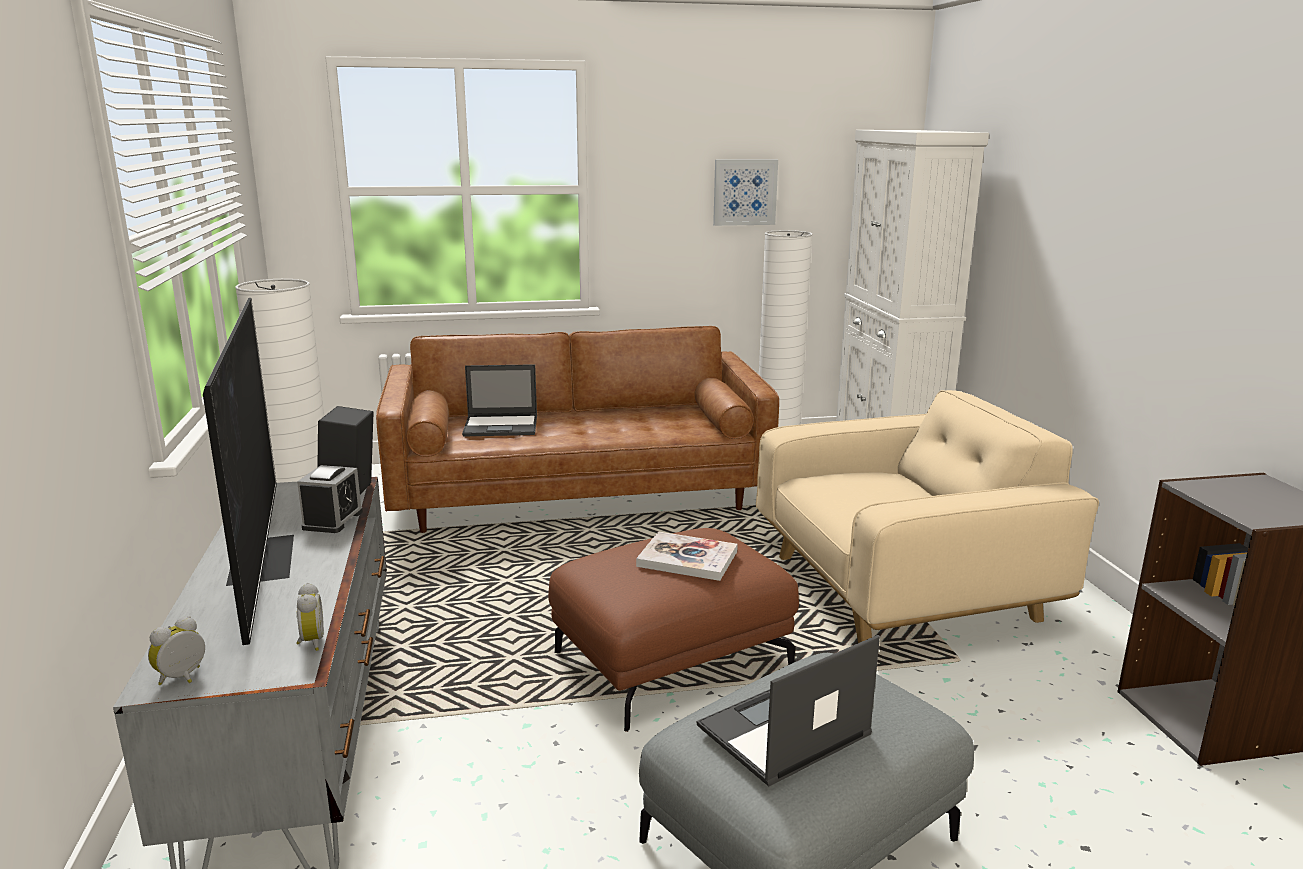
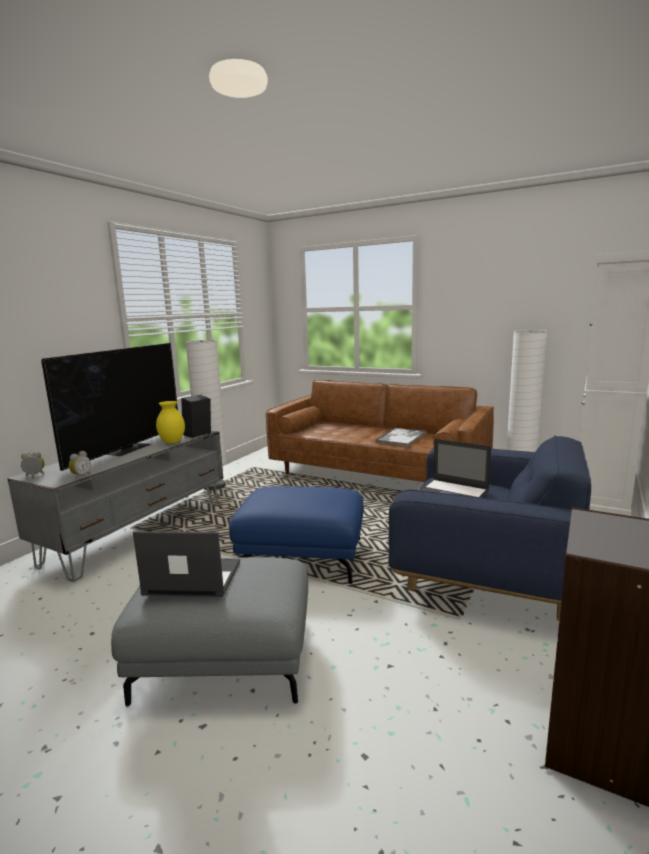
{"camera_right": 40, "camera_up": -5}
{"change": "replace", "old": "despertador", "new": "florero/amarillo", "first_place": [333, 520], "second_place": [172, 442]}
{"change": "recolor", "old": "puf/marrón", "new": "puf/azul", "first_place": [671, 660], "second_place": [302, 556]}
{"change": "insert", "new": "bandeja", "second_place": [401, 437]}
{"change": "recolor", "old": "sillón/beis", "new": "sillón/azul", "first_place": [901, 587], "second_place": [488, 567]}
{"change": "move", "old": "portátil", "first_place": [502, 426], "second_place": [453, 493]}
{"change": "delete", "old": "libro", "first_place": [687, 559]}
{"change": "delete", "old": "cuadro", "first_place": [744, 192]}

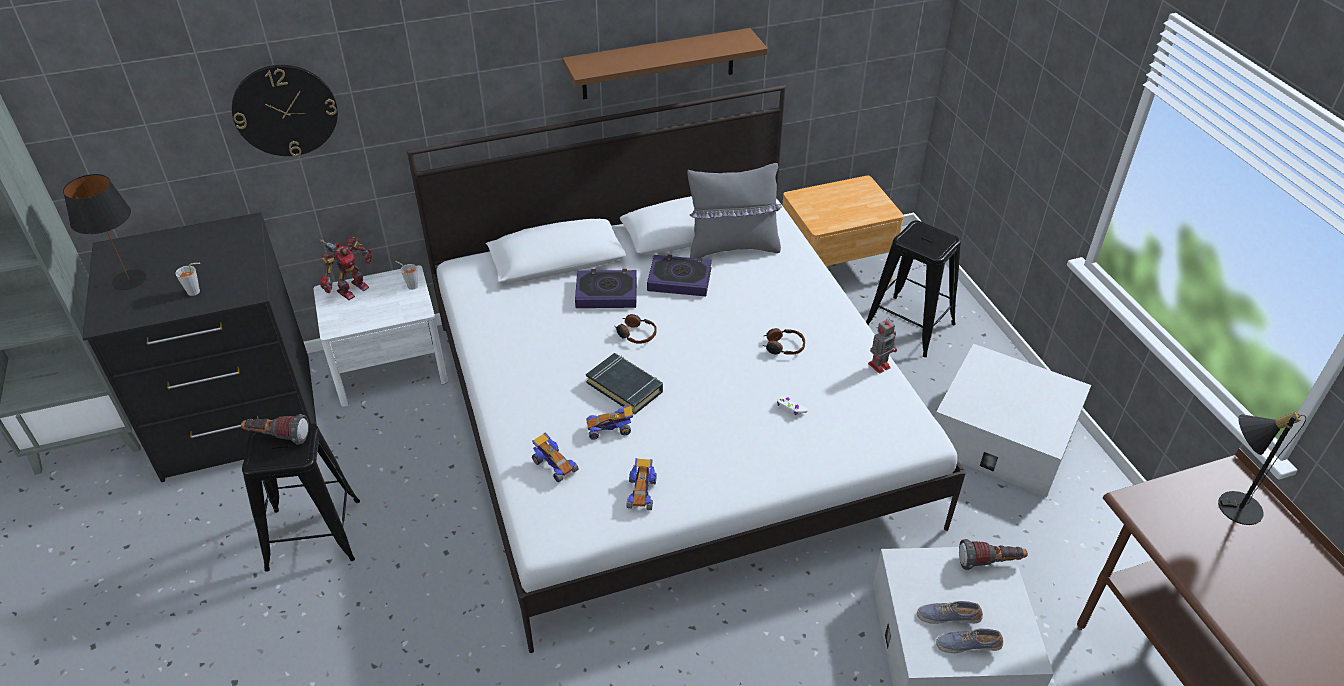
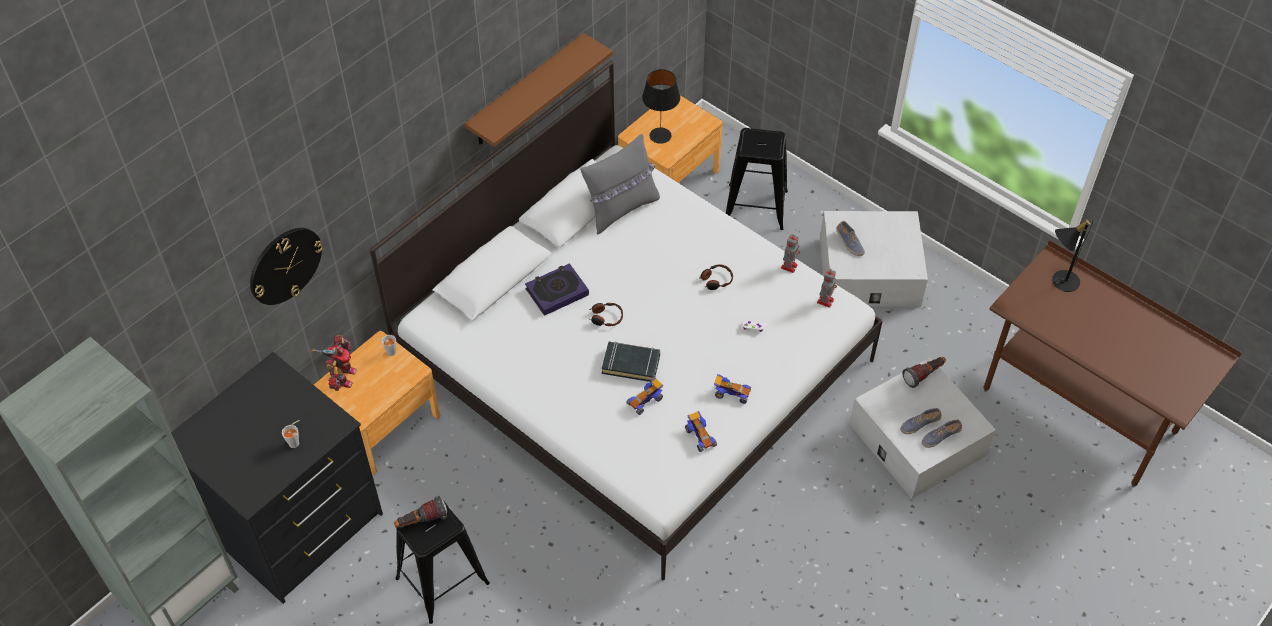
{"camera_right": -30, "camera_up": 10}
{"change": "recolor", "old": "mesita de noche/blanco", "new": "mesita de noche/marrón", "first_place": [390, 367], "second_place": [382, 424]}
{"change": "move", "old": "lámpara de mesa/negro", "first_place": [130, 280], "second_place": [660, 135]}
{"change": "move", "old": "coche de juguete", "first_place": [554, 465], "second_place": [731, 393]}
{"change": "insert", "new": "robot de juguete", "second_place": [825, 300]}
{"change": "insert", "new": "zapato", "second_place": [849, 243]}
{"change": "delete", "old": "libro", "first_place": [679, 279]}

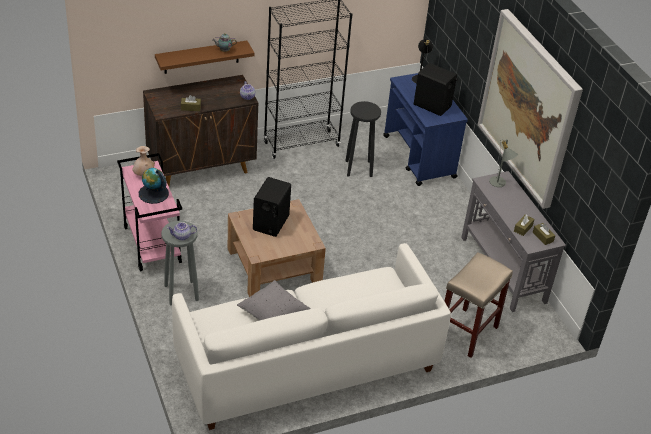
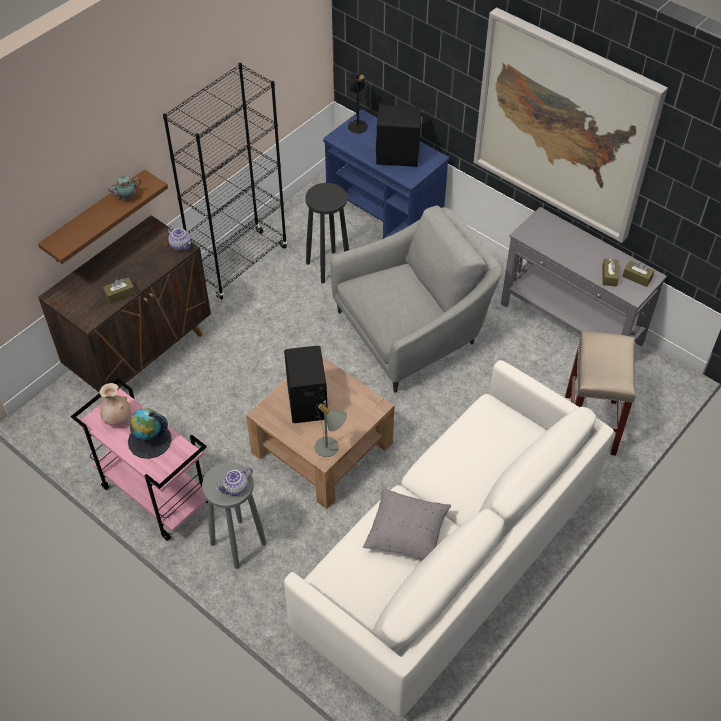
{"camera_right": -25, "camera_up": 10}
{"change": "move", "old": "lámpara de mesa/gris", "first_place": [499, 184], "second_place": [330, 449]}
{"change": "insert", "new": "sillón/gris", "second_place": [413, 331]}

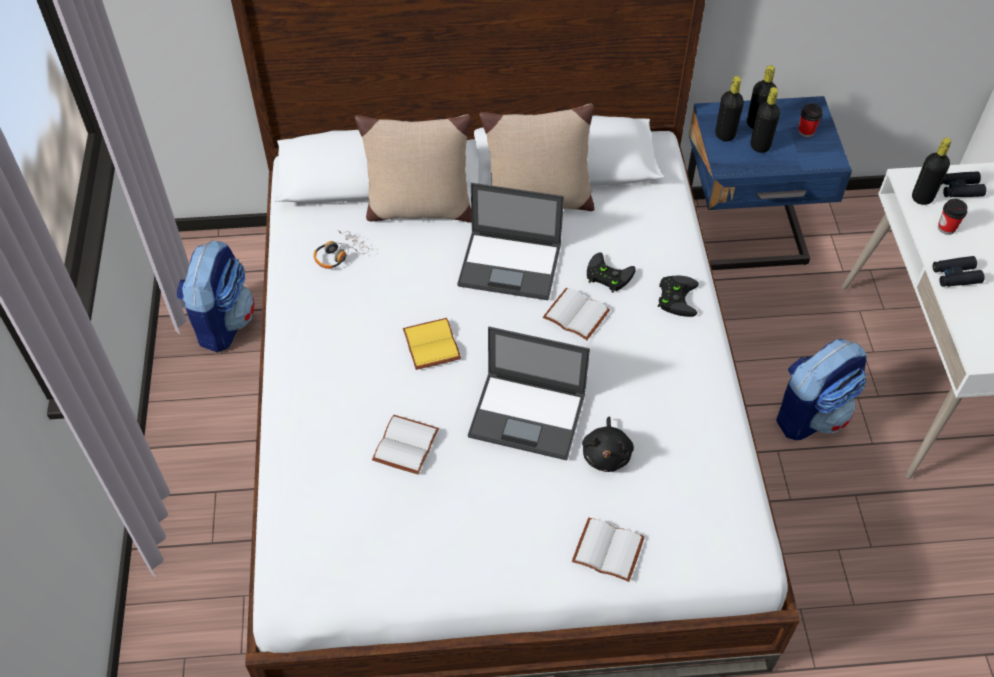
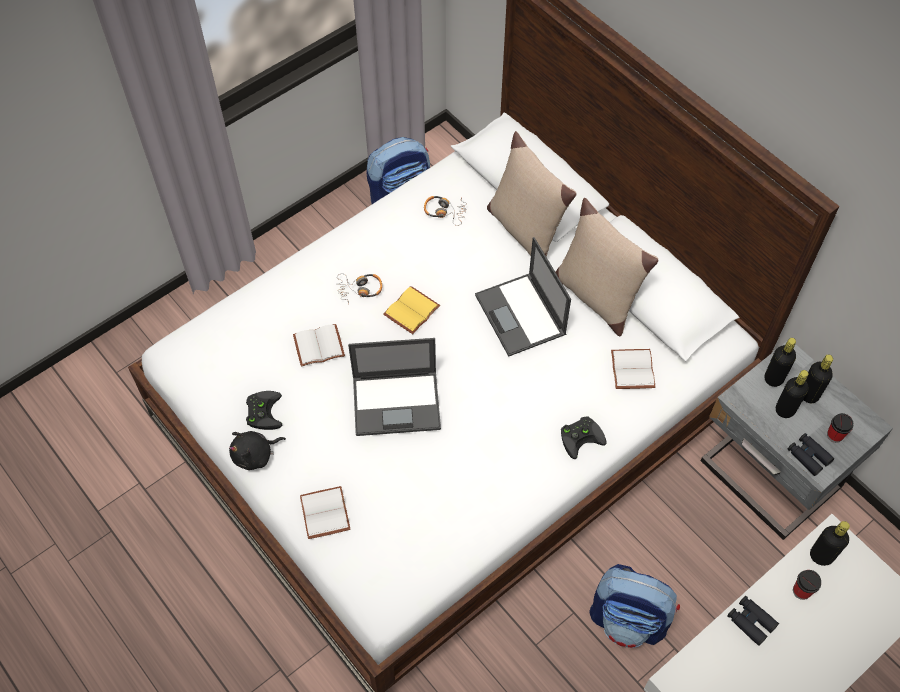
{"camera_right": 55, "camera_up": 5}
{"change": "move", "old": "peluche/negro", "first_place": [606, 454], "second_place": [255, 455]}
{"change": "move", "old": "mando de consola/negro", "first_place": [606, 275], "second_place": [262, 411]}
{"change": "insert", "new": "auriculares", "second_place": [360, 290]}
{"change": "rotate", "old": "portátil", "first_place": [529, 415], "second_place": [397, 403], "degrees": -75}
{"change": "move", "old": "libro/blanco", "first_place": [574, 315], "second_place": [631, 369]}
{"change": "recolor", "old": "mesita de noche/azul", "new": "mesita de noche/gris", "first_place": [745, 239], "second_place": [767, 478]}
{"change": "move", "old": "prismáticos/negro", "first_place": [959, 189], "second_place": [808, 456]}

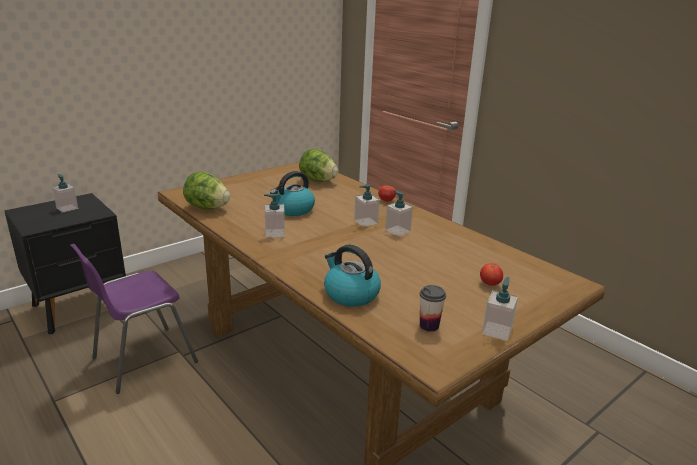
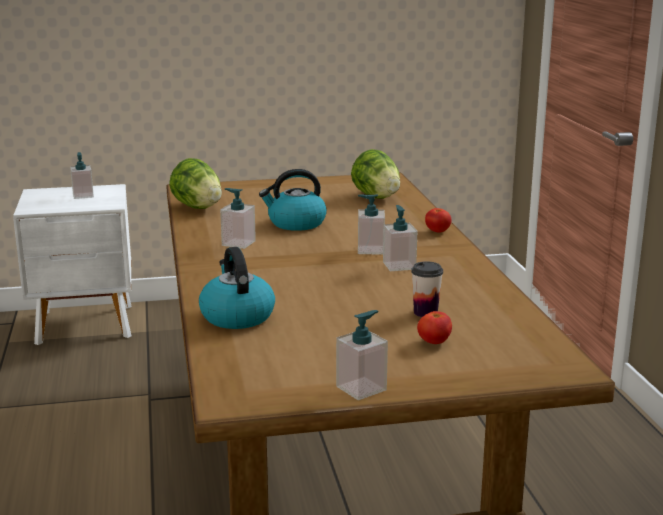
{"camera_right": 30, "camera_up": -5}
{"change": "recolor", "old": "mesita de noche/negro", "new": "mesita de noche/blanco", "first_place": [81, 307], "second_place": [86, 325]}
{"change": "move", "old": "taza", "first_place": [429, 325], "second_place": [425, 312]}
{"change": "delete", "old": "silla/morado", "first_place": [142, 360]}

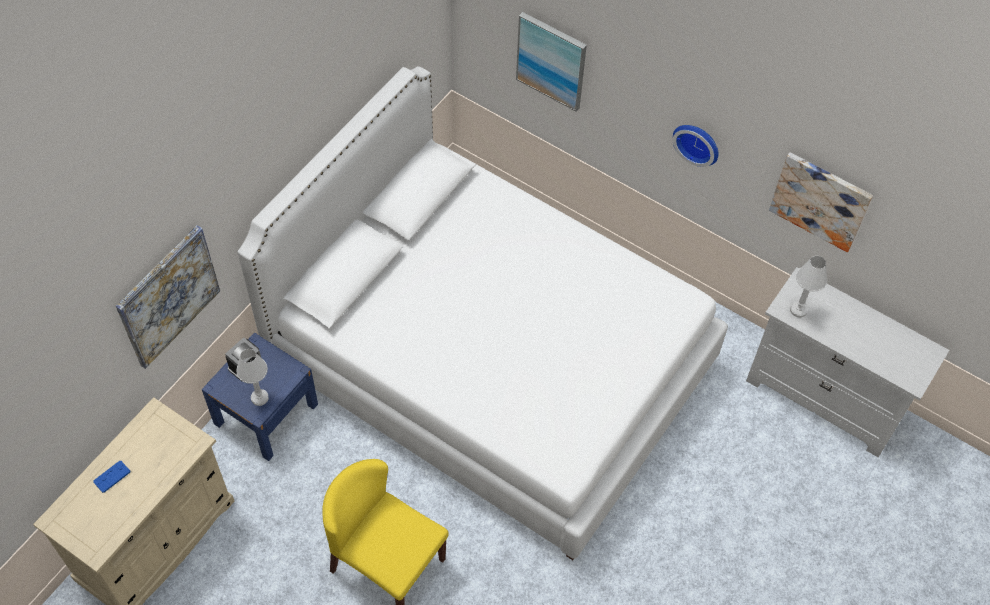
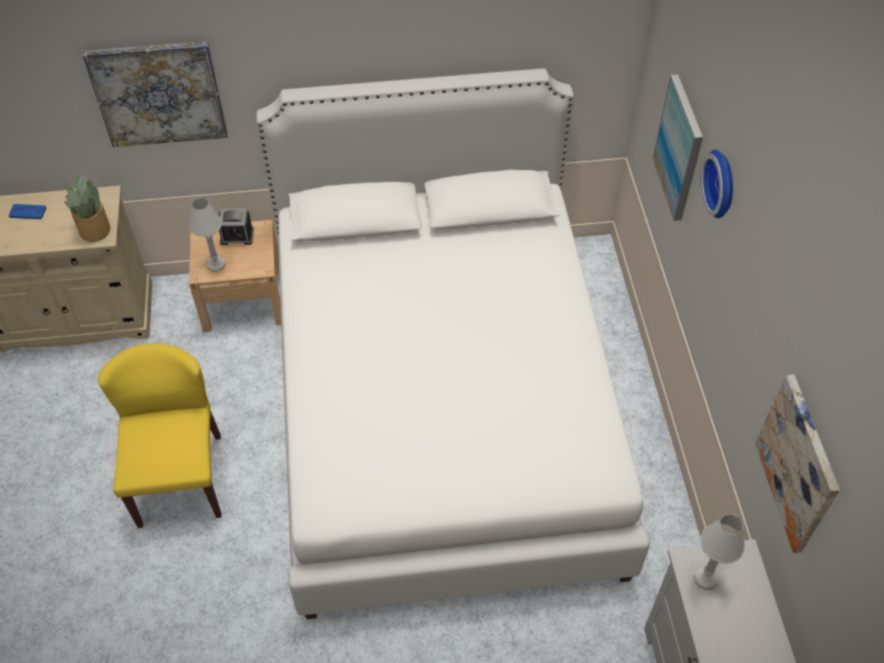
{"camera_right": 50, "camera_up": -5}
{"change": "insert", "new": "planta en maceta", "second_place": [95, 229]}
{"change": "recolor", "old": "mesita de noche/azul", "new": "mesita de noche/beis", "first_place": [266, 414], "second_place": [243, 300]}
{"change": "move", "old": "reloj de pared", "first_place": [697, 142], "second_place": [723, 183]}

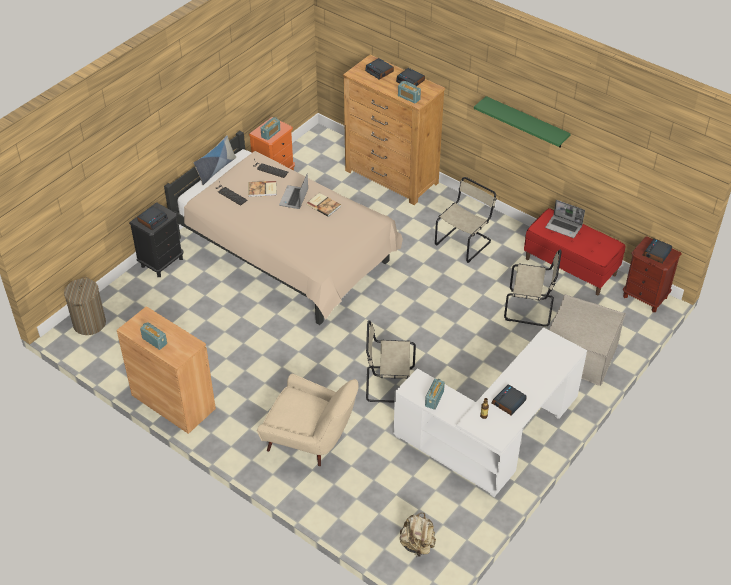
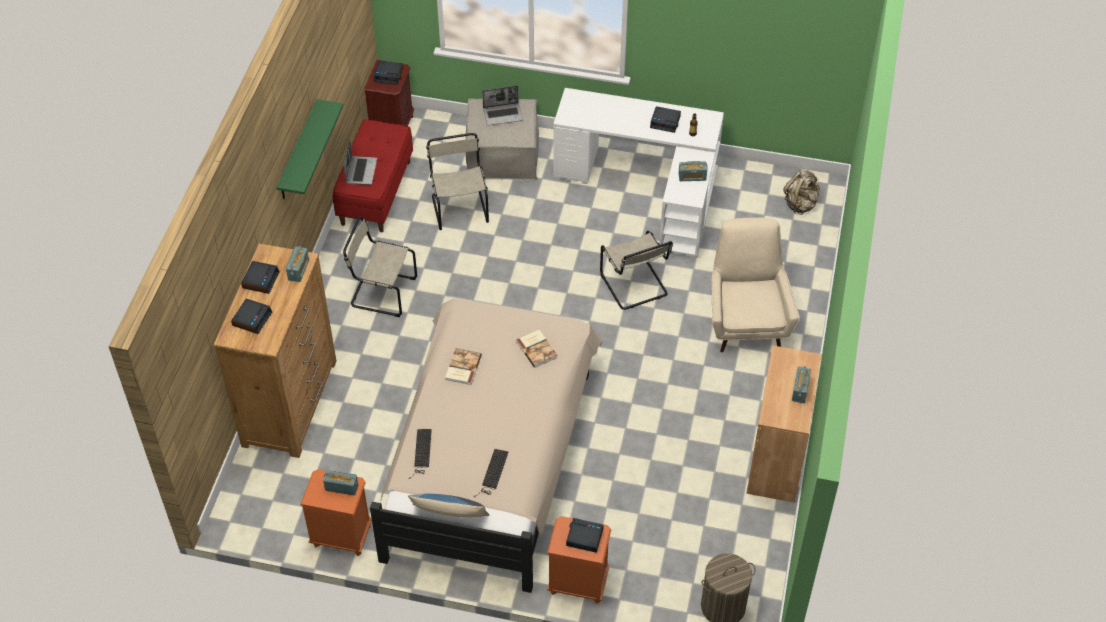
{"camera_right": -115, "camera_up": 5}
{"change": "move", "old": "portátil", "first_place": [294, 198], "second_place": [503, 114]}
{"change": "move", "old": "libro", "first_place": [263, 190], "second_place": [537, 349]}
{"change": "recolor", "old": "mesita de noche/negro", "new": "mesita de noche/naranja", "first_place": [162, 262], "second_place": [578, 583]}

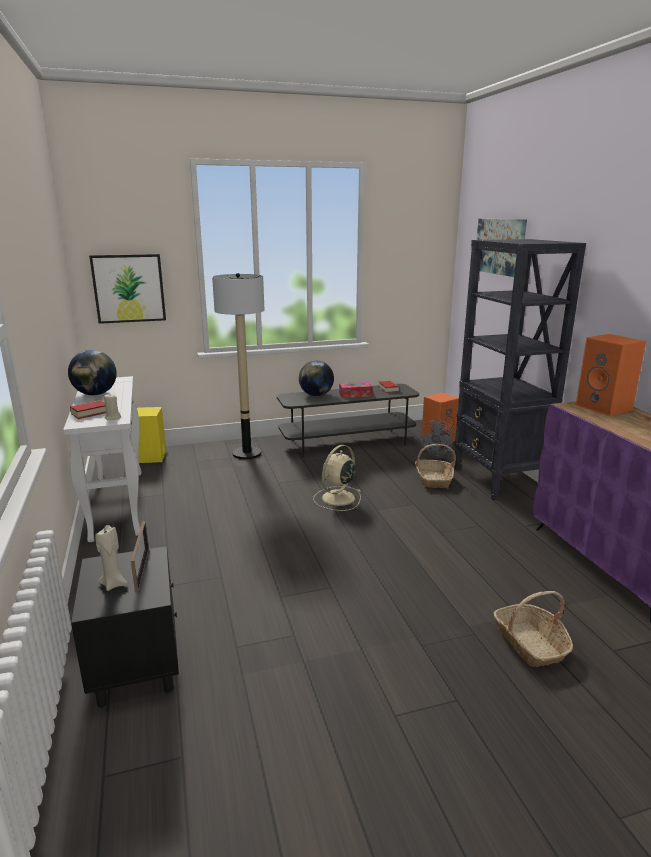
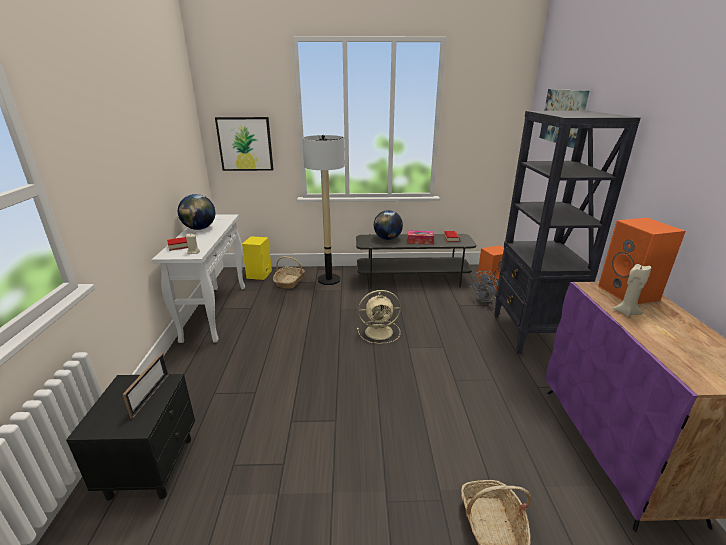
{"camera_right": 15, "camera_up": 5}
{"change": "move", "old": "cesta", "first_place": [433, 479], "second_place": [289, 282]}
{"change": "rotate", "old": "ventilador/beis", "first_place": [337, 498], "second_place": [380, 332], "degrees": -150}
{"change": "move", "old": "vela/beis", "first_place": [114, 584], "second_place": [626, 312]}

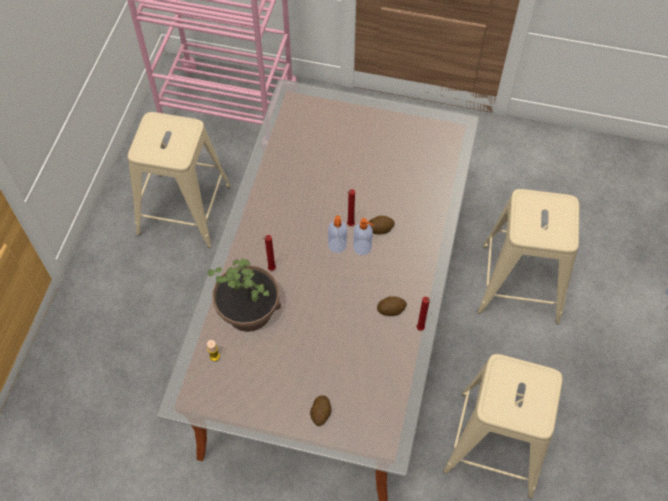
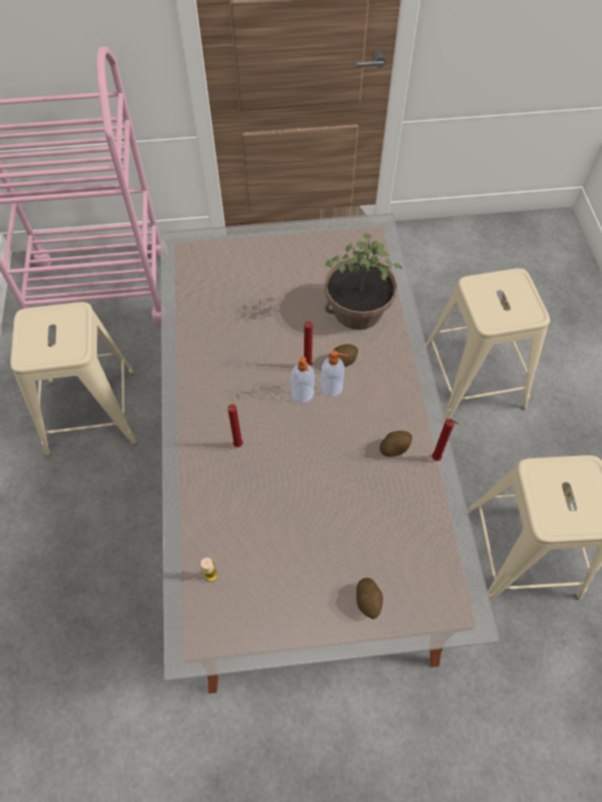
{"camera_right": -20, "camera_up": 0}
{"change": "move", "old": "planta en maceta", "first_place": [249, 310], "second_place": [357, 309]}

